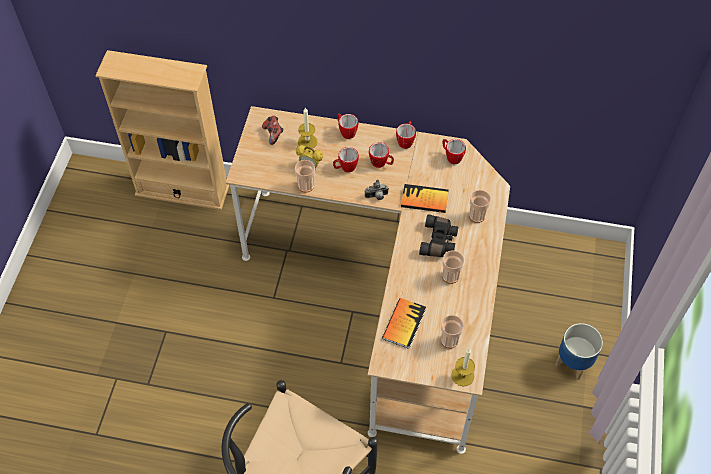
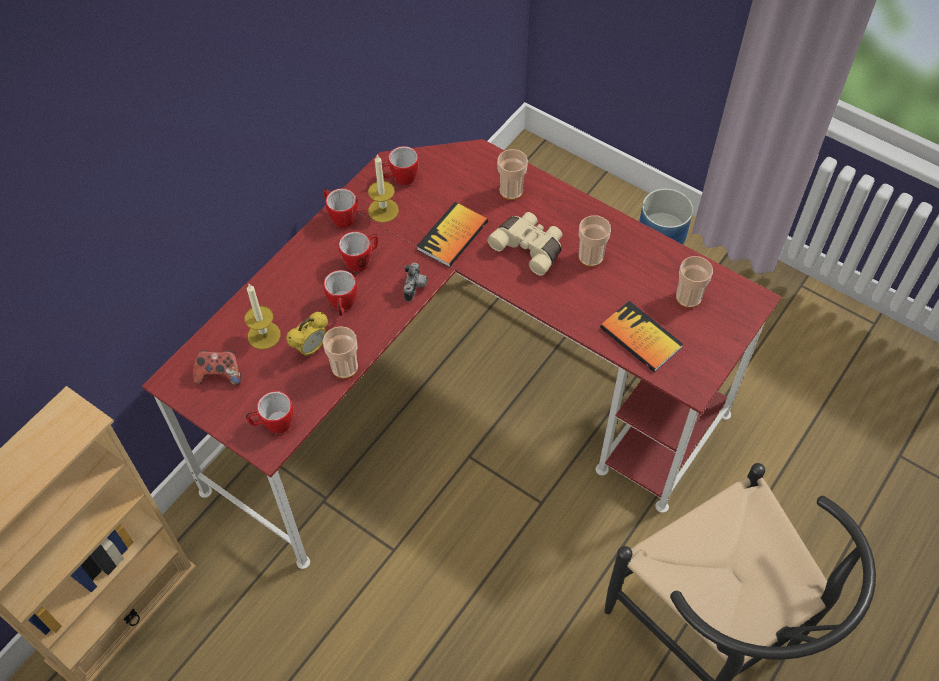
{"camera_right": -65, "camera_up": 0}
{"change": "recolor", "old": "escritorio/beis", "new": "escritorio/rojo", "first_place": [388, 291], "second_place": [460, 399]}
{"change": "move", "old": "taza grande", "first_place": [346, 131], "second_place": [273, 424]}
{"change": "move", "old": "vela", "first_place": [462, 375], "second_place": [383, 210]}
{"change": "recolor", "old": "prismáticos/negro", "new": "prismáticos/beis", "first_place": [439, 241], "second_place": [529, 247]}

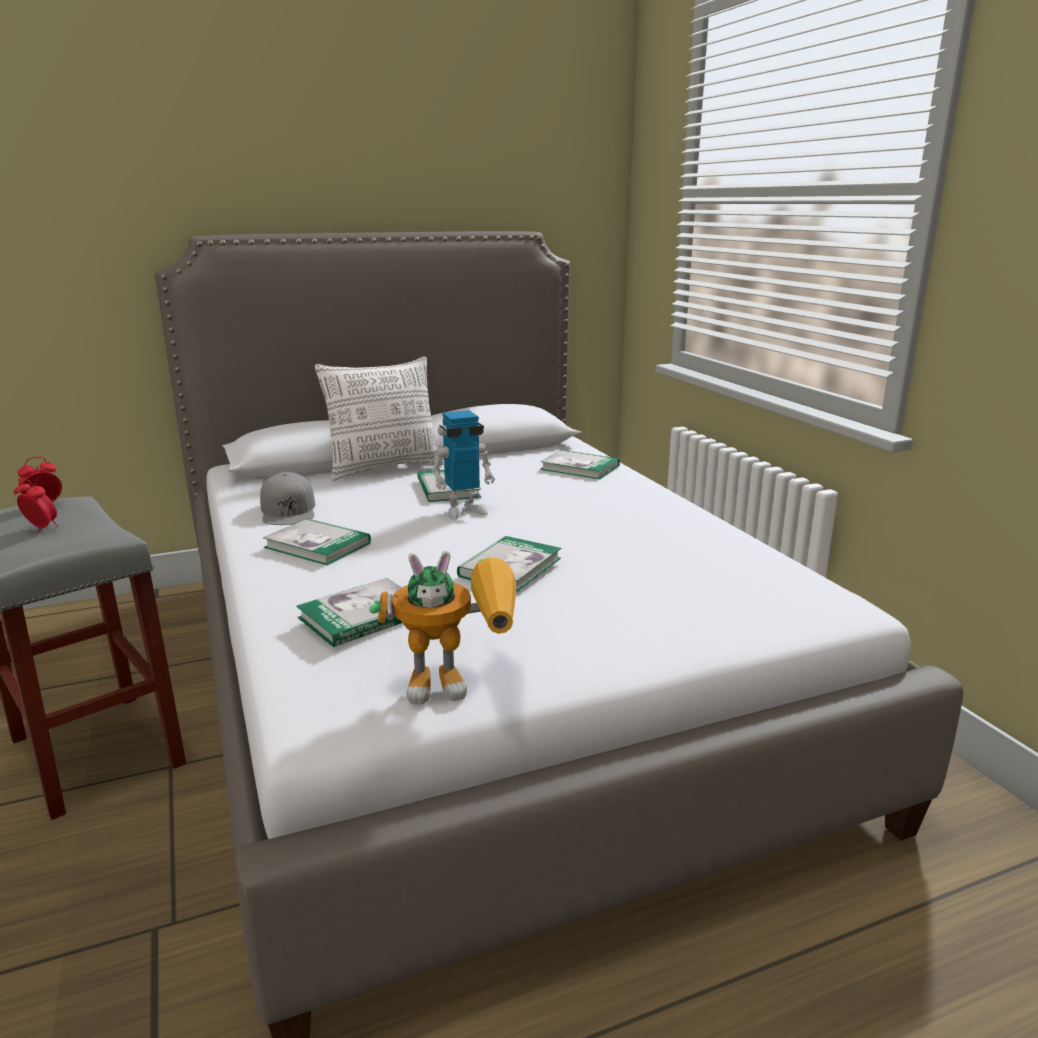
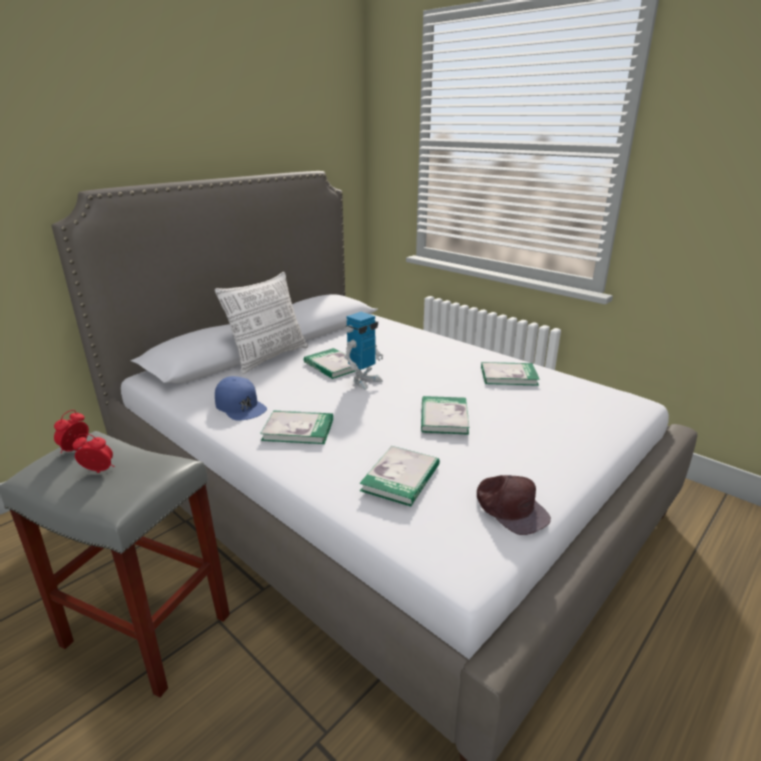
{"camera_right": -25, "camera_up": 5}
{"change": "recolor", "old": "gorra/gris", "new": "gorra/azul", "first_place": [288, 510], "second_place": [240, 405]}
{"change": "replace", "old": "robot de juguete", "new": "gorra/marrón", "first_place": [459, 683], "second_place": [510, 508]}
{"change": "move", "old": "libro", "first_place": [580, 468], "second_place": [508, 376]}

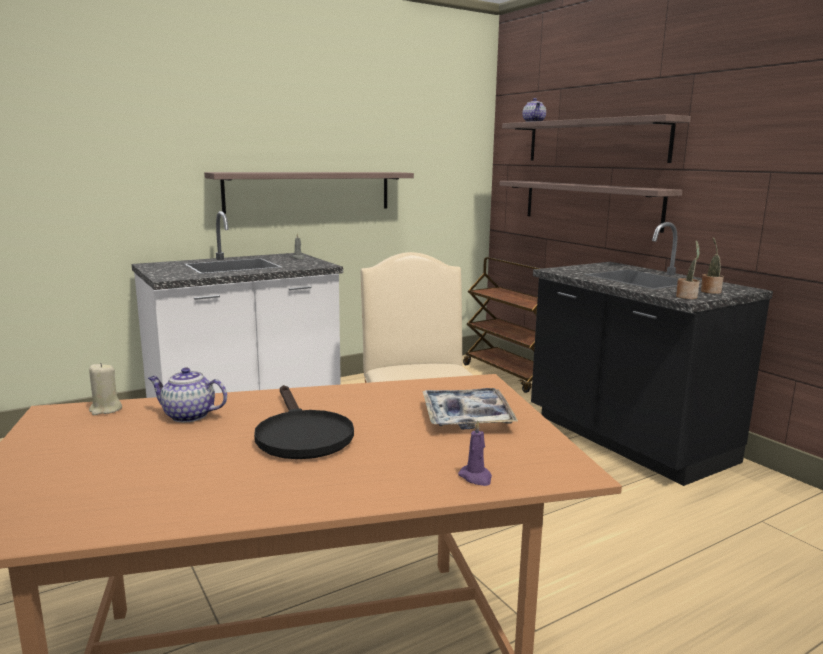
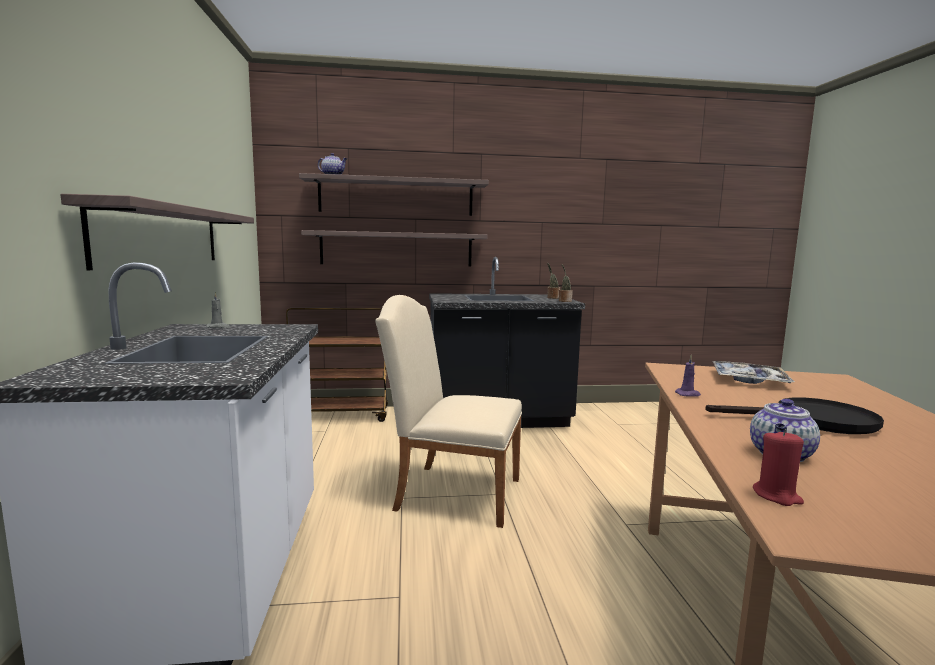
{"camera_right": -65, "camera_up": -5}
{"change": "move", "old": "vela/morado", "first_place": [476, 477], "second_place": [688, 394]}
{"change": "recolor", "old": "vela/beis", "new": "vela/rojo", "first_place": [105, 409], "second_place": [777, 496]}

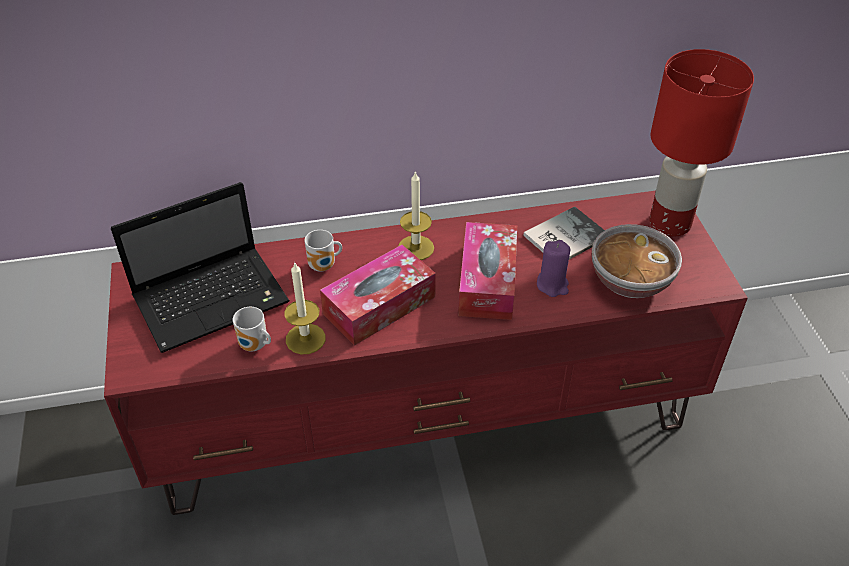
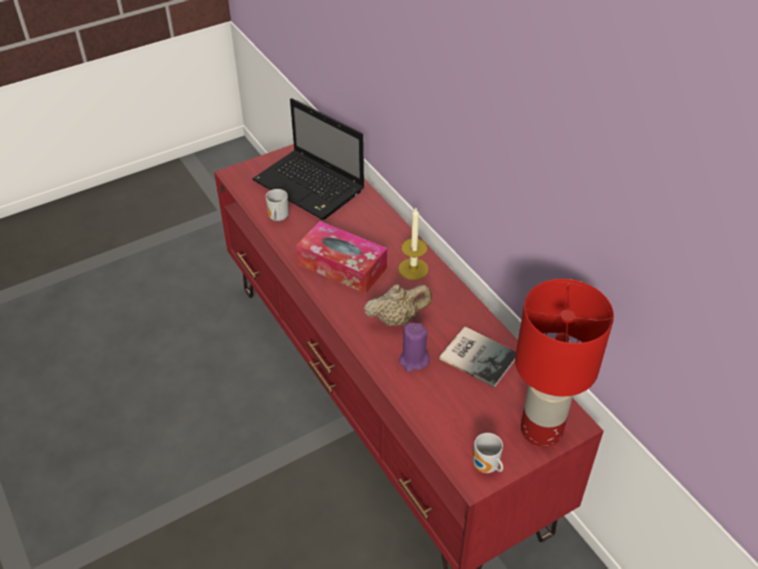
{"camera_right": 70, "camera_up": 0}
{"change": "replace", "old": "caja de pañuelos", "new": "tetera/beis", "first_place": [487, 281], "second_place": [397, 319]}
{"change": "move", "old": "taza grande", "first_place": [324, 266], "second_place": [485, 467]}
{"change": "delete", "old": "vela", "first_place": [305, 339]}
{"change": "delete", "old": "cuenco", "first_place": [629, 281]}

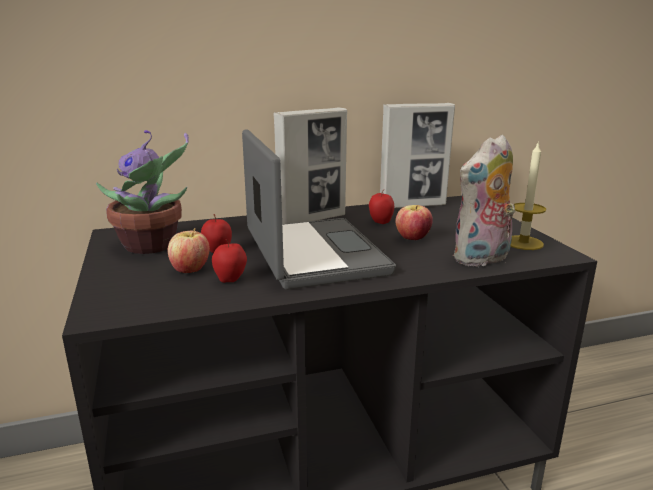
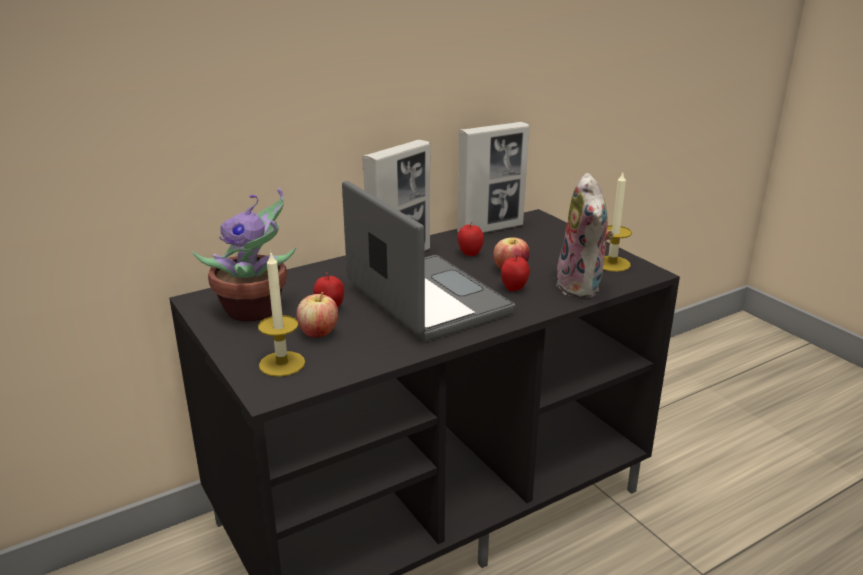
{"camera_right": -15, "camera_up": 5}
{"change": "insert", "new": "vela", "second_place": [282, 364]}
{"change": "move", "old": "manzana", "first_place": [230, 280], "second_place": [514, 288]}
{"change": "rotate", "old": "peluche", "first_place": [482, 259], "second_place": [583, 286], "degrees": -45}

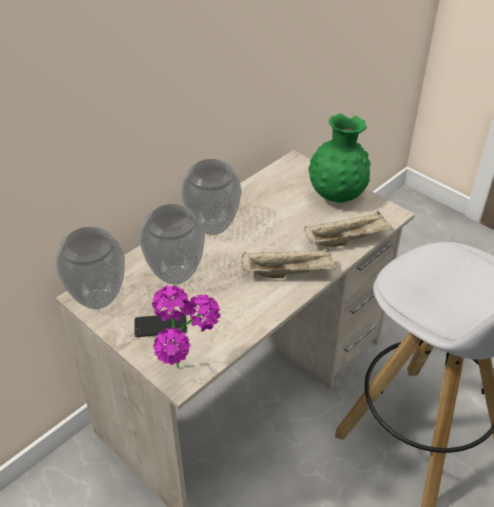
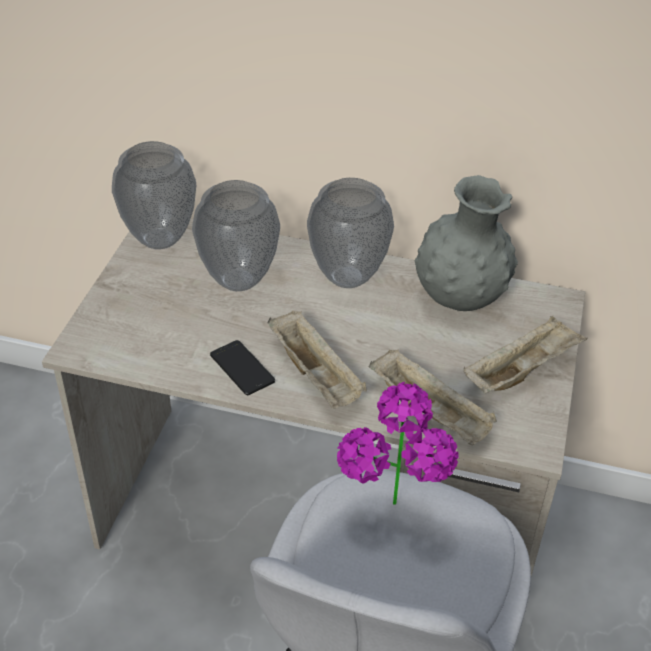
{"camera_right": 60, "camera_up": 0}
{"change": "move", "old": "móvil", "first_place": [160, 326], "second_place": [242, 368]}
{"change": "move", "old": "planta en maceta", "first_place": [188, 373], "second_place": [393, 520]}
{"change": "insert", "new": "florero/gris", "second_place": [460, 298]}
{"change": "replace", "old": "florero/verde", "new": "bandeja/beis", "first_place": [337, 195], "second_place": [521, 370]}

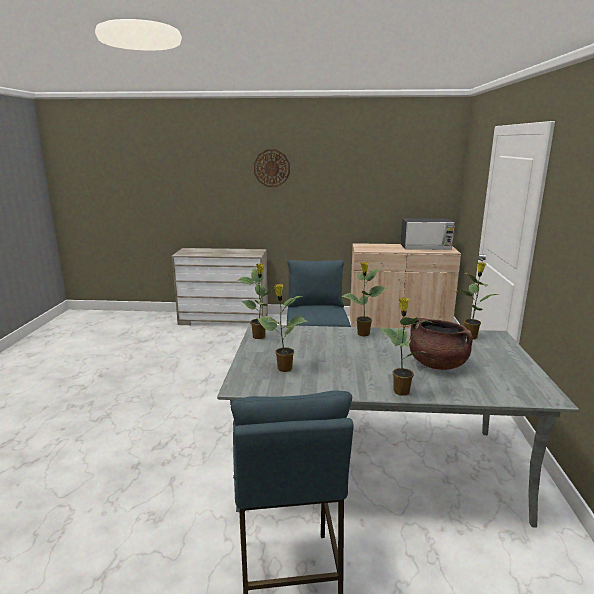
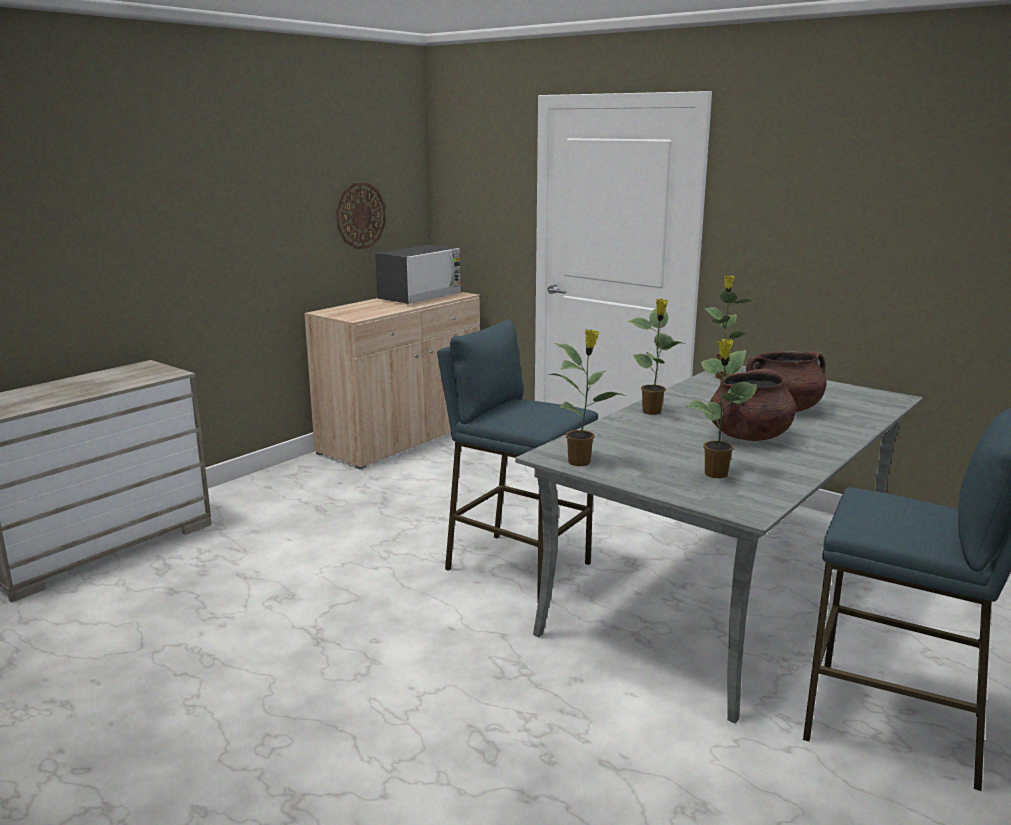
{"camera_right": -55, "camera_up": 0}
{"change": "move", "old": "reloj de pared", "first_place": [272, 168], "second_place": [360, 215]}
{"change": "insert", "new": "olla/marrón", "second_place": [749, 436]}
{"change": "delete", "old": "planta en maceta", "first_place": [400, 391]}

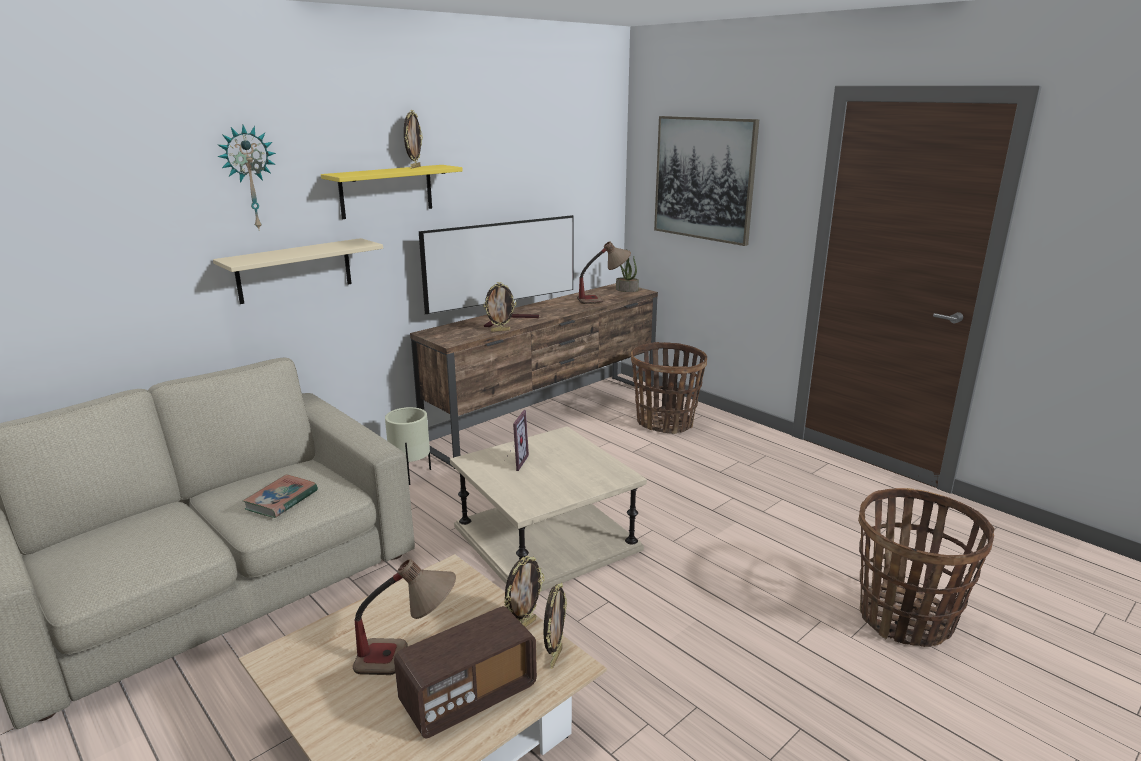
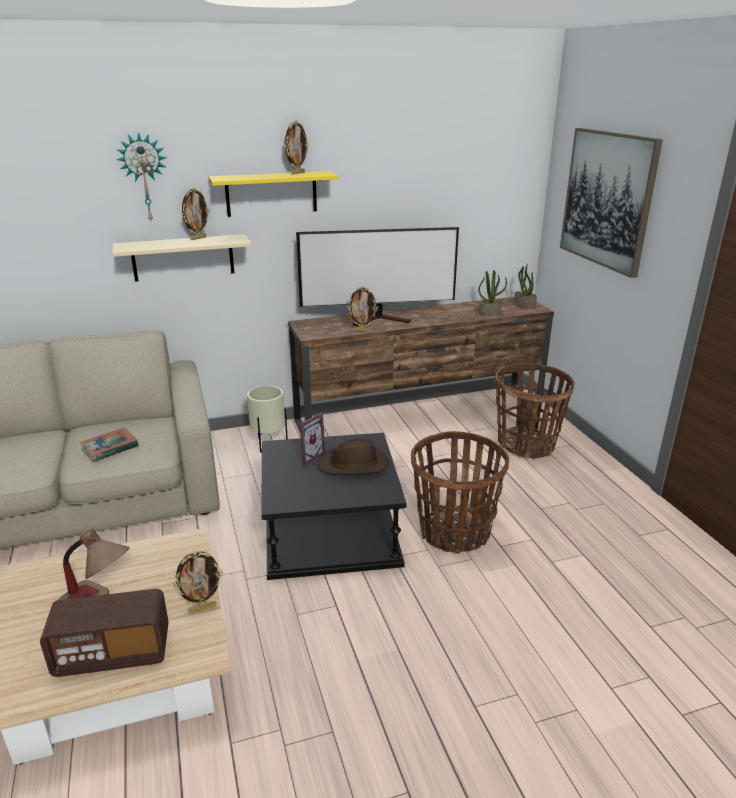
{"camera_right": 25, "camera_up": 5}
{"change": "move", "old": "portarretratos", "first_place": [555, 657], "second_place": [198, 238]}
{"change": "recolor", "old": "mesa auxiliar/beis", "new": "mesa auxiliar/negro", "first_place": [546, 538], "second_place": [330, 530]}
{"change": "insert", "new": "sombrero/marrón", "second_place": [354, 465]}
{"change": "move", "old": "cesta", "first_place": [905, 618], "second_place": [454, 532]}
{"change": "replace", "old": "lámpara de mesa", "new": "planta en maceta", "first_place": [603, 299], "second_place": [490, 312]}

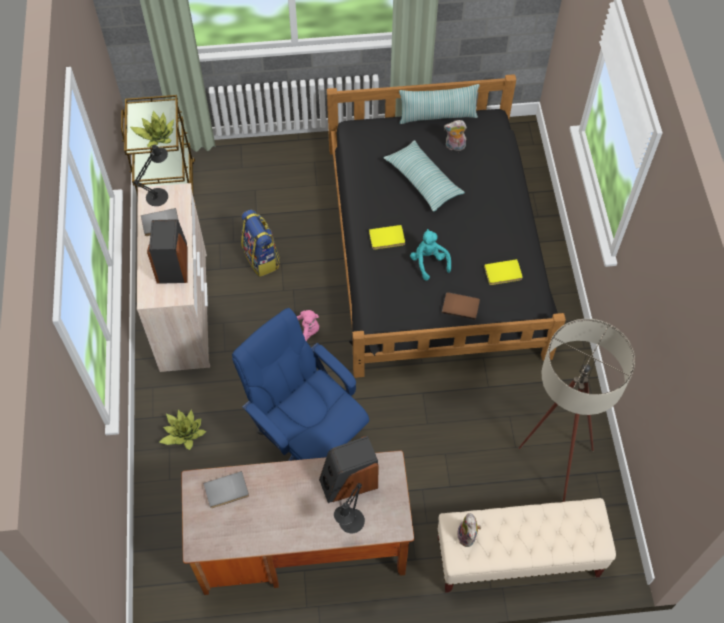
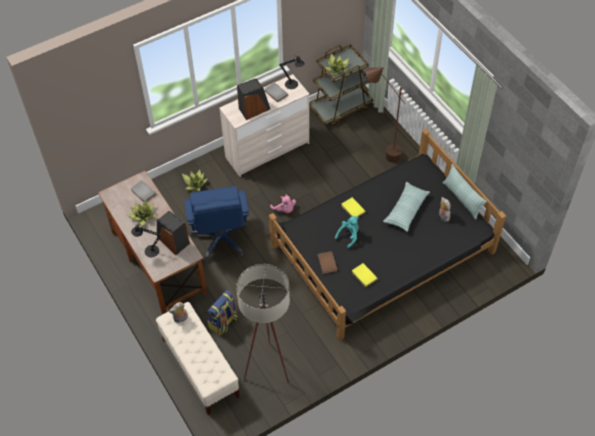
{"camera_right": 65, "camera_up": -5}
{"change": "insert", "new": "planta en maceta", "second_place": [143, 216]}
{"change": "rotate", "old": "silla de oficina/azul", "first_place": [307, 438], "second_place": [221, 238], "degrees": 150}
{"change": "move", "old": "mochila", "first_place": [262, 258], "second_place": [223, 322]}
{"change": "insert", "new": "lámpara de pie/marrón", "second_place": [381, 152]}

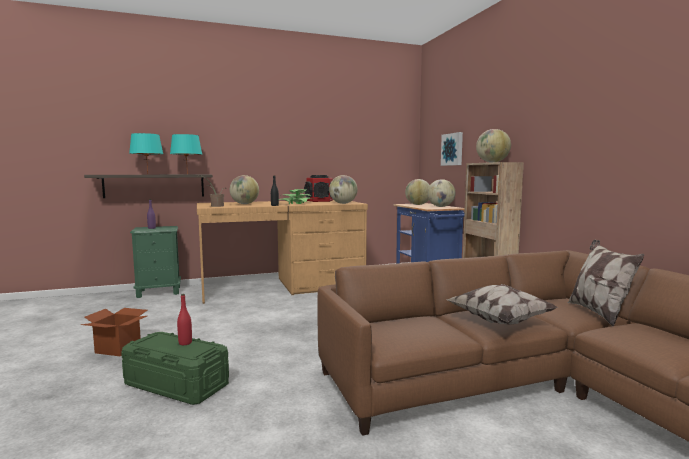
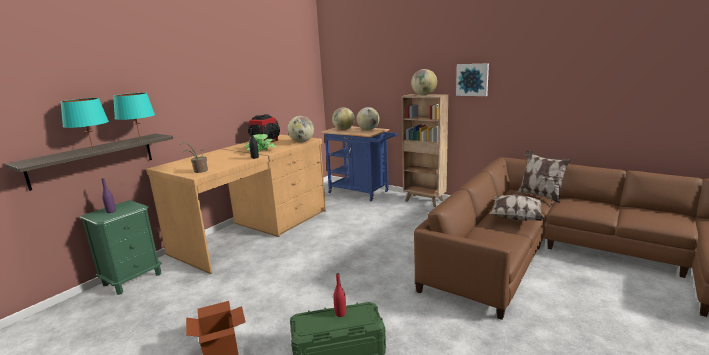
{"camera_right": -35, "camera_up": 10}
{"change": "move", "old": "cuadro", "first_place": [452, 149], "second_place": [472, 79]}
{"change": "delete", "old": "globo terráqueo", "first_place": [244, 204]}

